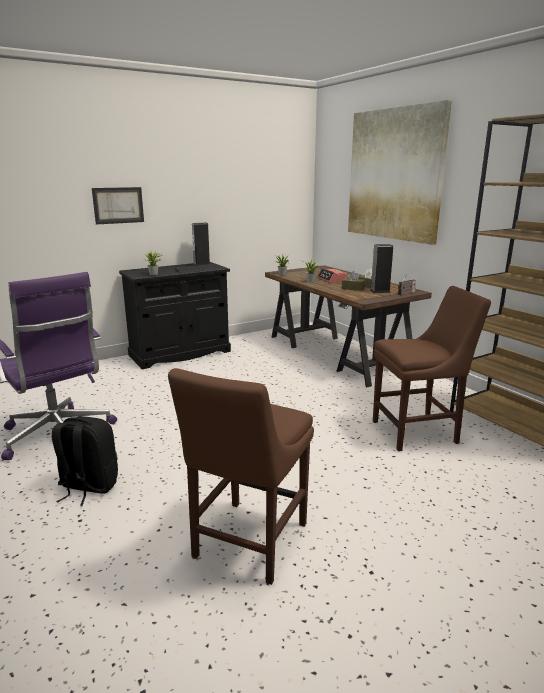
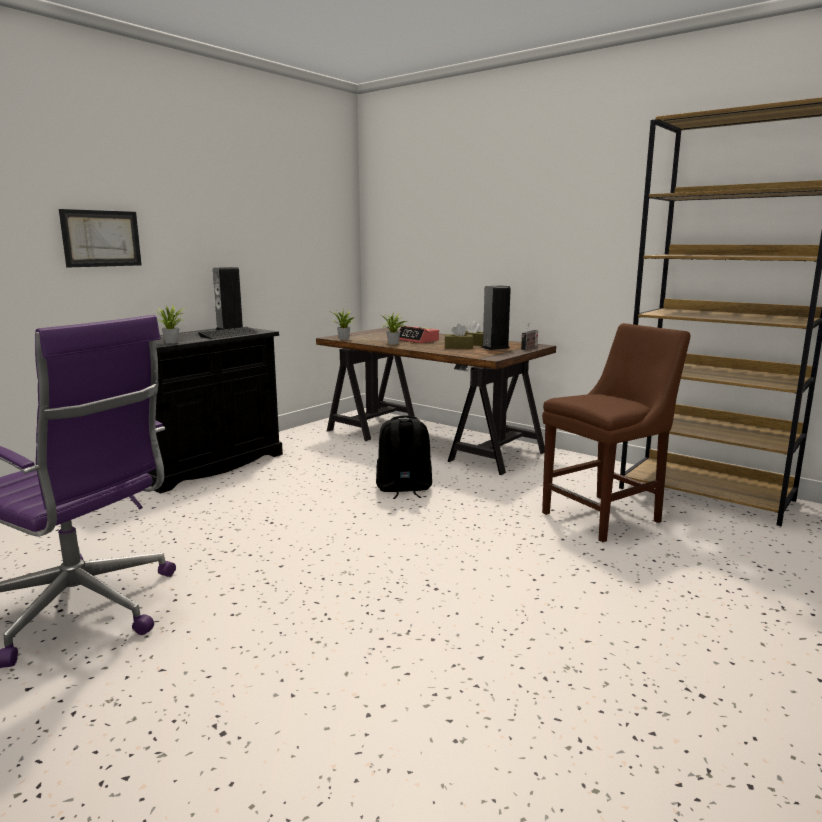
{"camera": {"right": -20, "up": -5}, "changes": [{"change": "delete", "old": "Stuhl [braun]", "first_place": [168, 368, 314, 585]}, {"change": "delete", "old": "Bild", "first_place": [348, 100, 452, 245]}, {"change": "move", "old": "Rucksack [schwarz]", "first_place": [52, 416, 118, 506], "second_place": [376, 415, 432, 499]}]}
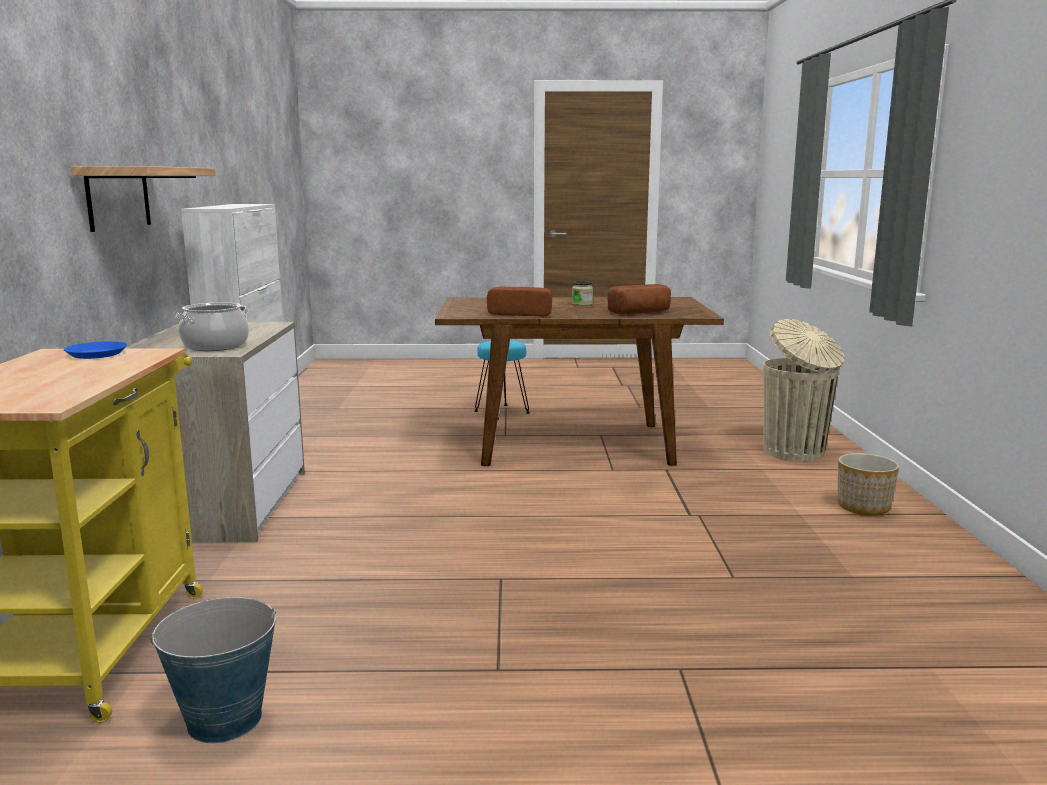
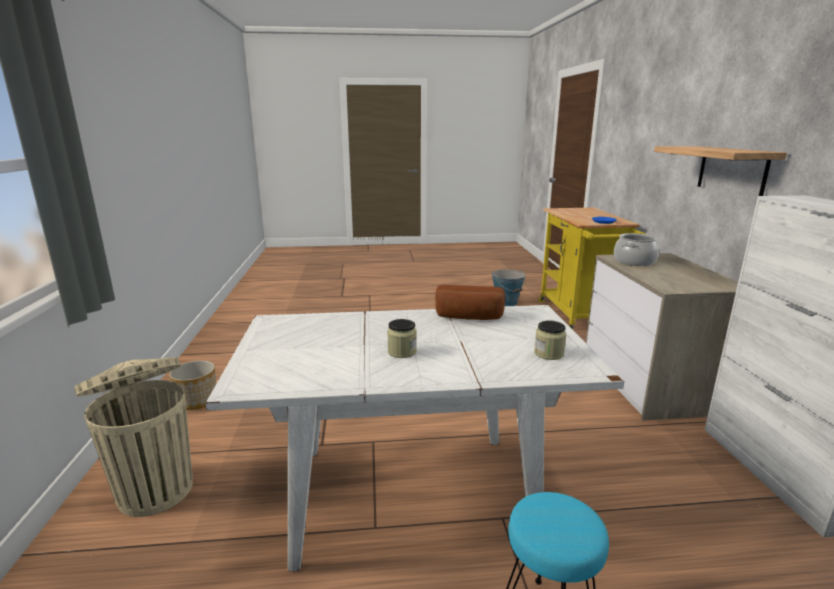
{"camera": {"right": 175, "up": 5}, "changes": [{"change": "delete", "old": "Brot", "first_place": [608, 284, 671, 314]}, {"change": "insert", "new": "Vorratsglas", "second_place": [534, 321, 566, 360]}, {"change": "recolor", "old": "Esstisch [braun]", "new": "Esstisch [weiß]", "first_place": [435, 297, 724, 466], "second_place": [205, 305, 624, 572]}]}
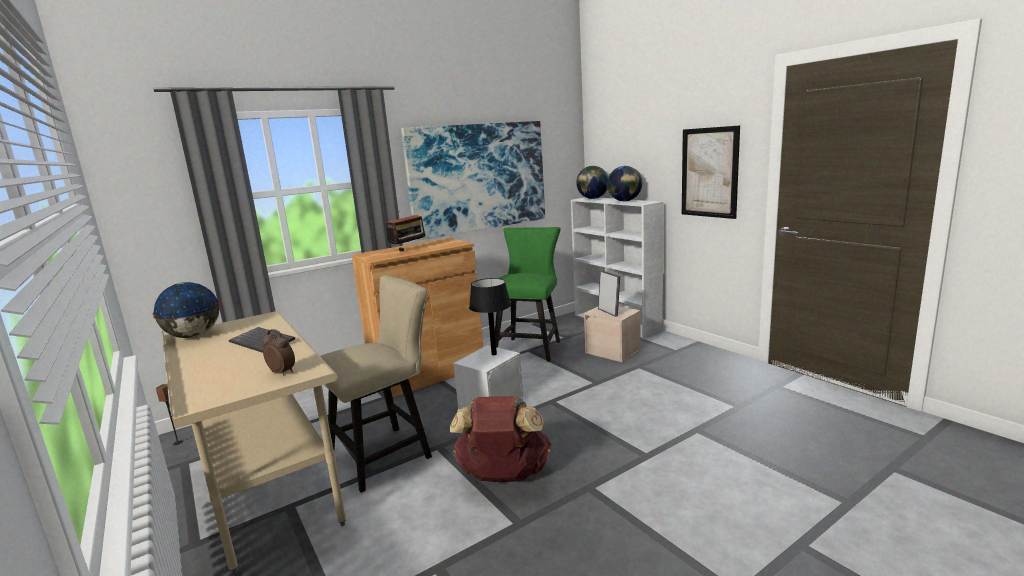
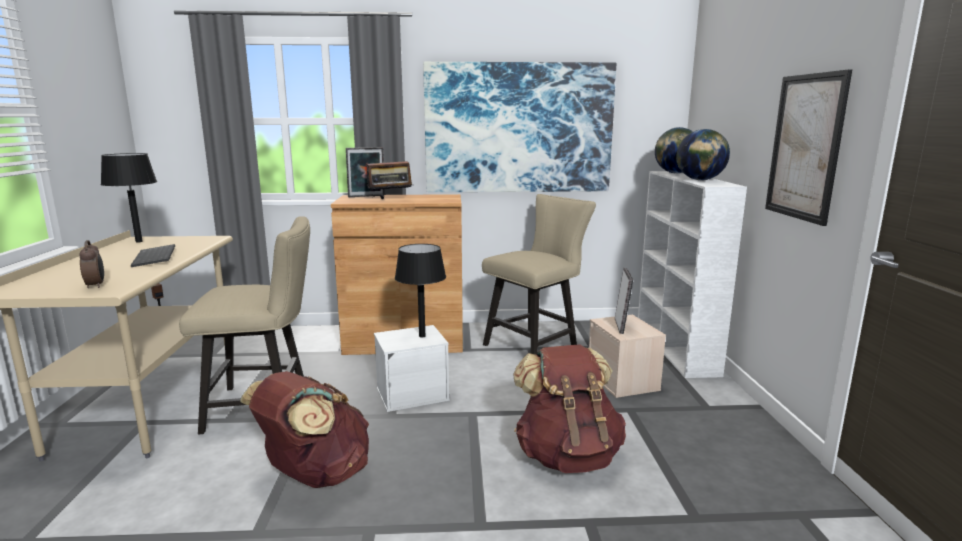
{"camera": {"right": 30, "up": 0}, "changes": [{"change": "insert", "new": "Bilderrahmen", "second_place": [346, 147, 385, 197]}, {"change": "insert", "new": "Rucksack [braun]", "second_place": [513, 344, 626, 473]}, {"change": "replace", "old": "Globus", "new": "Tischlampe [schwarz]", "first_place": [153, 282, 220, 338], "second_place": [101, 153, 157, 243]}, {"change": "recolor", "old": "Stuhl [grün]", "new": "Stuhl [beige]", "first_place": [495, 227, 561, 362], "second_place": [482, 194, 596, 355]}]}
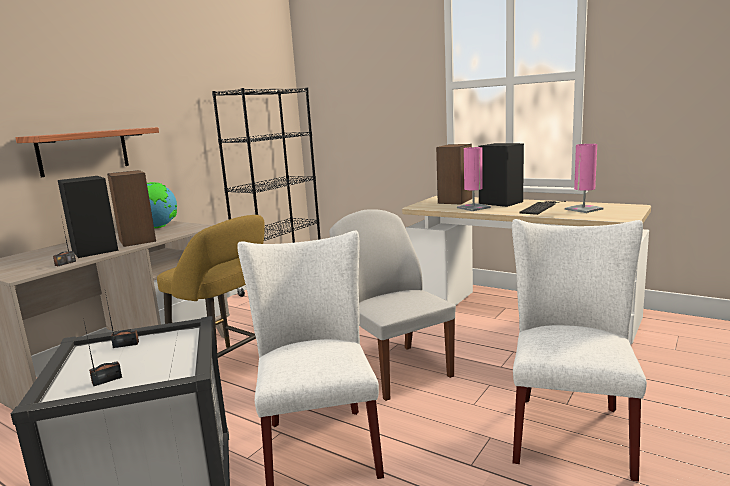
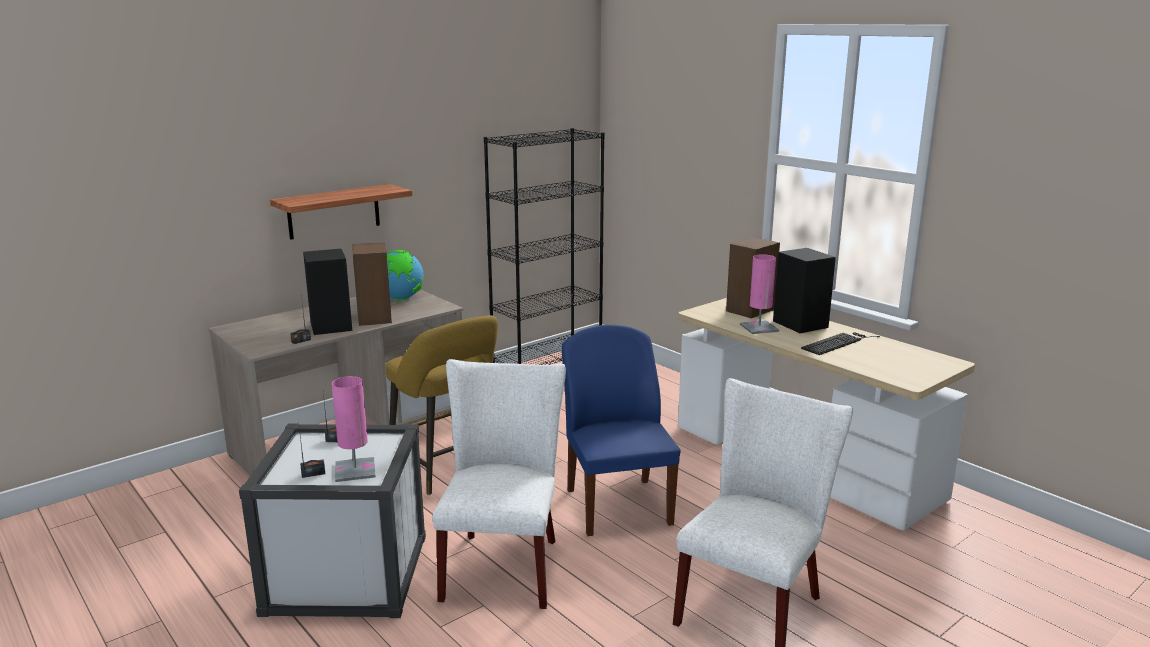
{"camera": {"right": 15, "up": 5}, "changes": [{"change": "move", "old": "Tischlampe [rosa]", "first_place": [565, 144, 603, 213], "second_place": [332, 376, 376, 482]}, {"change": "recolor", "old": "Stuhl [weiß]", "new": "Stuhl [blau]", "first_place": [329, 209, 456, 401], "second_place": [562, 324, 680, 536]}]}
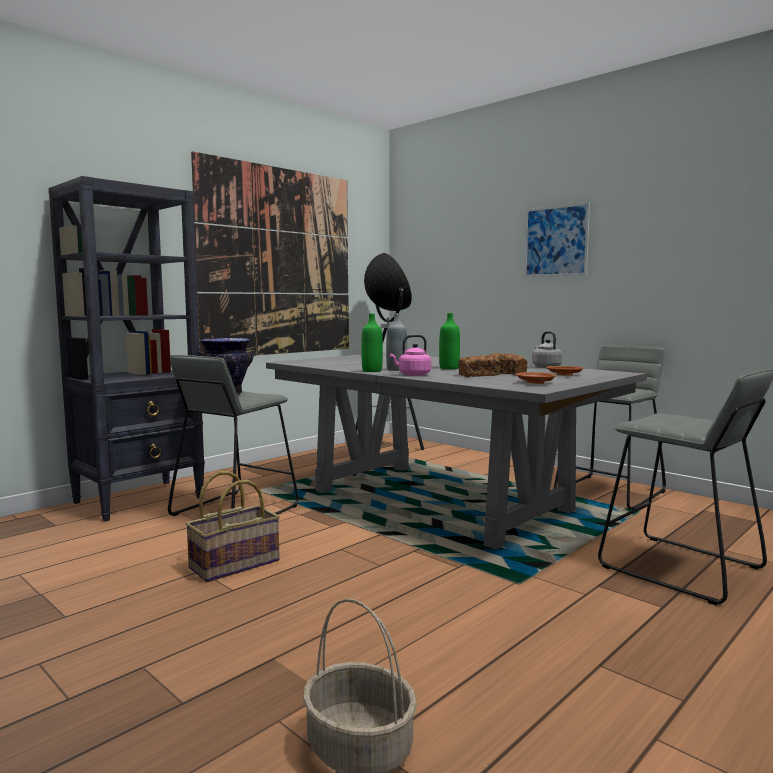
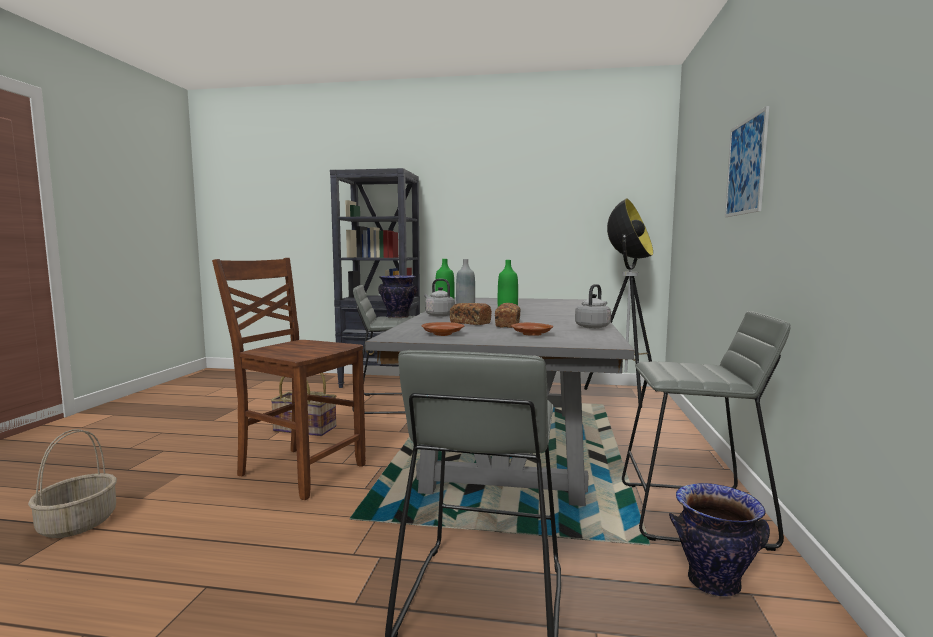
{"camera": {"right": 55, "up": 0}, "changes": [{"change": "delete", "old": "Bild", "first_place": [191, 151, 349, 356]}, {"change": "insert", "new": "Stuhl [braun]", "second_place": [212, 258, 366, 500]}, {"change": "insert", "new": "Vase", "second_place": [669, 483, 770, 597]}, {"change": "recolor", "old": "Wasserkessel [rosa]", "new": "Wasserkessel [grau]", "first_place": [389, 335, 431, 376], "second_place": [424, 279, 455, 317]}]}
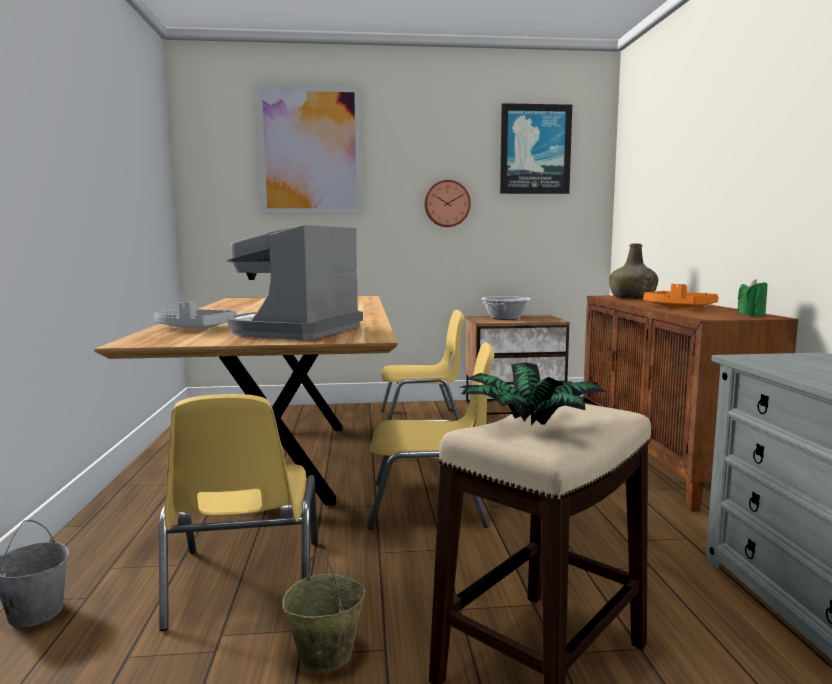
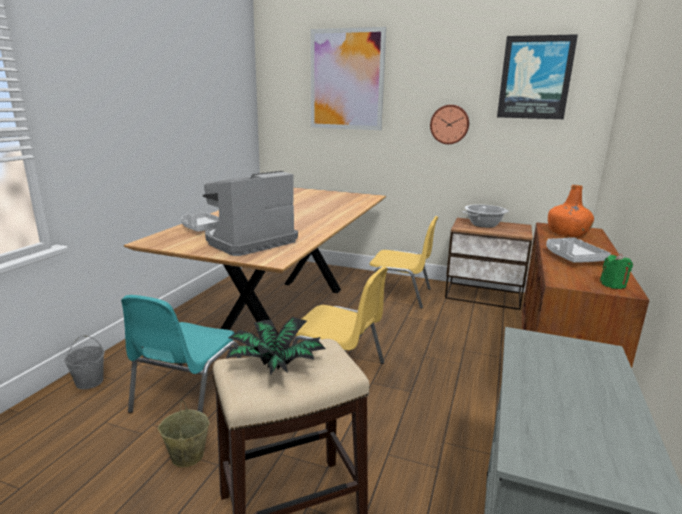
{"camera": {"right": 25, "up": 10}, "changes": [{"change": "recolor", "old": "Stuhl [gelb]", "new": "Stuhl [türkis]", "first_place": [159, 394, 318, 631], "second_place": [121, 295, 242, 413]}, {"change": "recolor", "old": "Flasche [grün]", "new": "Flasche [orange]", "first_place": [609, 243, 658, 299], "second_place": [548, 185, 594, 237]}, {"change": "recolor", "old": "Tablett [orange]", "new": "Tablett [grau]", "first_place": [643, 284, 719, 308], "second_place": [546, 238, 611, 263]}]}
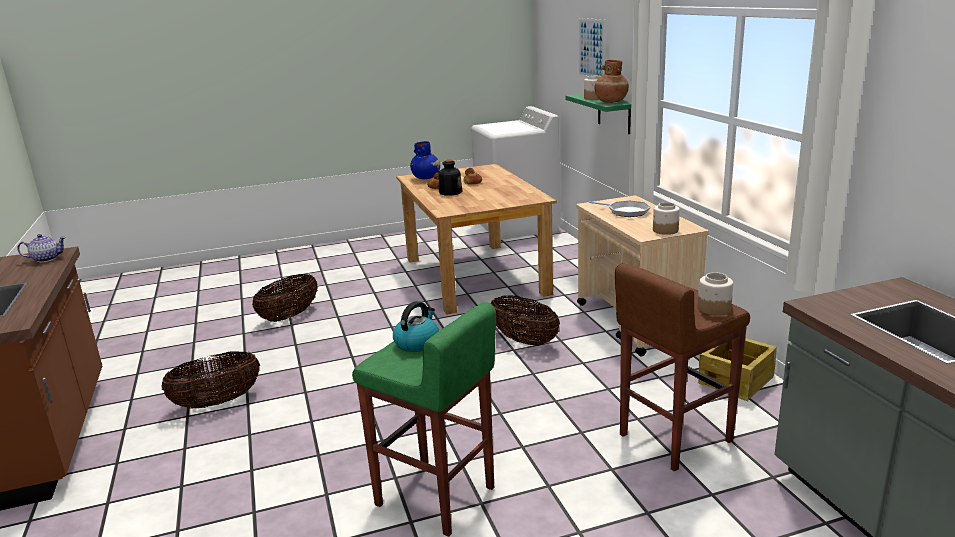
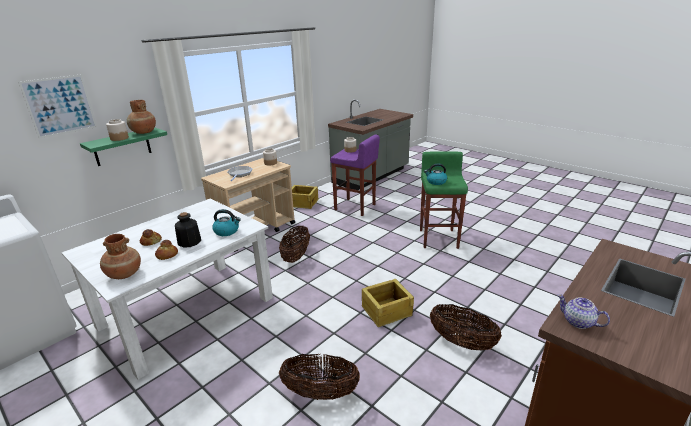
{"camera": {"right": -120, "up": 5}, "changes": [{"change": "insert", "new": "Wasserkessel", "second_place": [212, 209, 241, 236]}, {"change": "insert", "new": "Kiste", "second_place": [362, 278, 414, 327]}, {"change": "recolor", "old": "Esstisch [braun]", "new": "Esstisch [weiß]", "first_place": [396, 164, 557, 315], "second_place": [62, 198, 273, 380]}, {"change": "recolor", "old": "Vase [blau]", "new": "Vase [braun]", "first_place": [410, 141, 440, 179], "second_place": [100, 234, 141, 279]}, {"change": "recolor", "old": "Hocker [braun]", "new": "Hocker [lila]", "first_place": [615, 263, 750, 472], "second_place": [330, 135, 380, 216]}]}
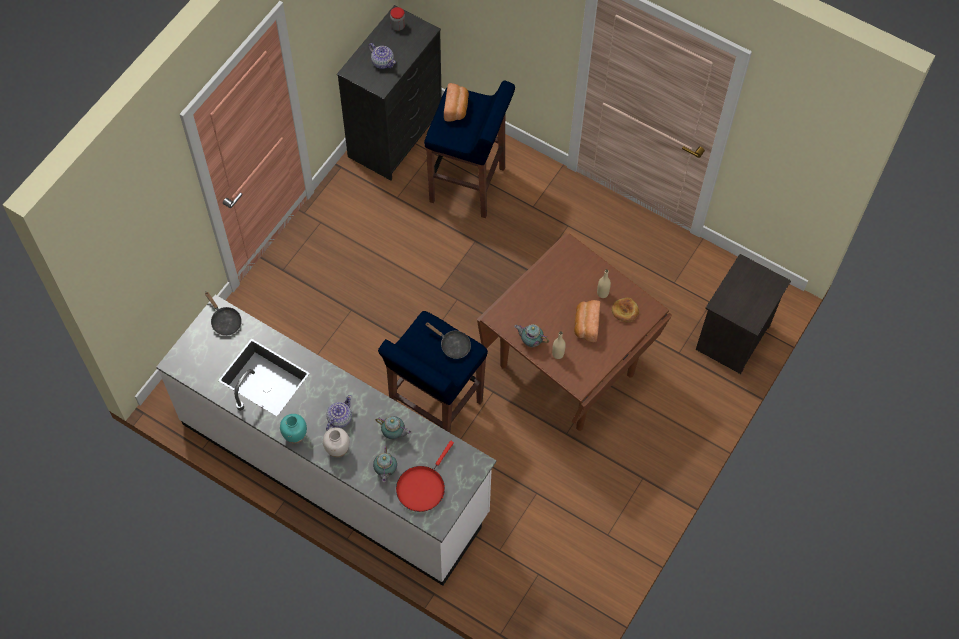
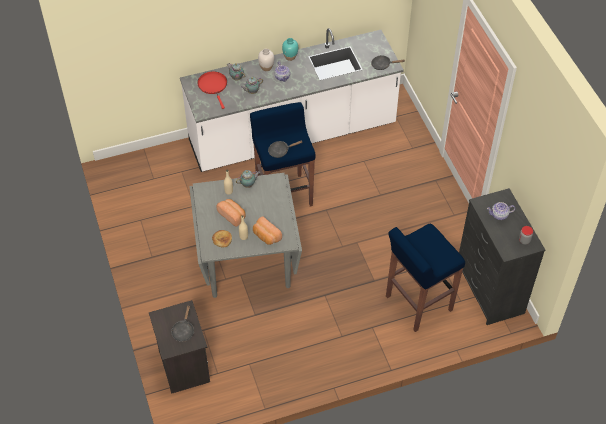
{"camera": {"right": 130, "up": -10}, "changes": [{"change": "insert", "new": "Pfanne [schwarz]", "second_place": [171, 306, 194, 342]}, {"change": "move", "old": "Brot", "first_place": [444, 83, 469, 122], "second_place": [253, 216, 282, 245]}, {"change": "recolor", "old": "Esstisch [braun]", "new": "Esstisch [grau]", "first_place": [477, 233, 672, 431], "second_place": [189, 173, 302, 298]}]}
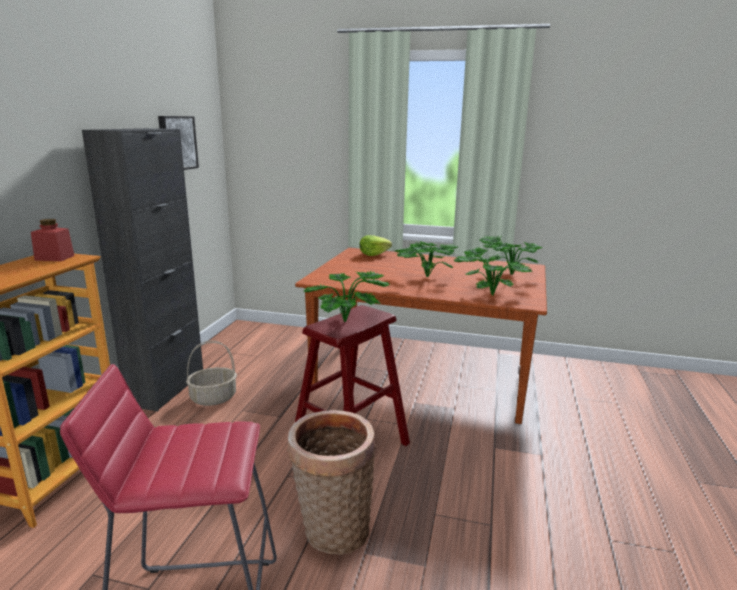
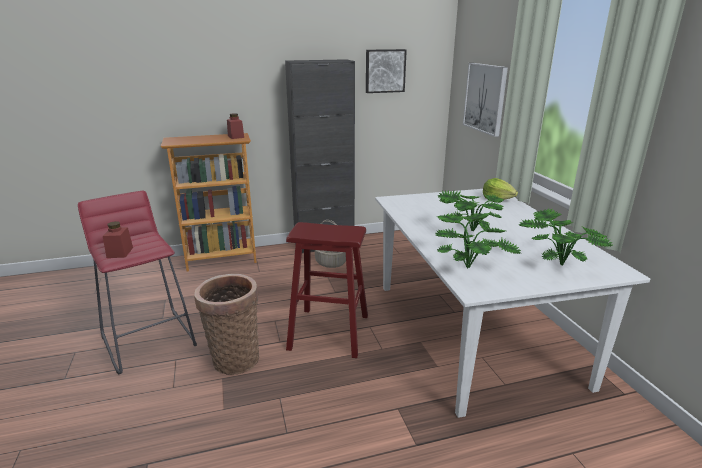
{"camera": {"right": 60, "up": 5}, "changes": [{"change": "delete", "old": "Topfpflanze", "first_place": [304, 271, 390, 322]}, {"change": "insert", "new": "Vorratsglas [rot]", "second_place": [103, 221, 133, 258]}, {"change": "insert", "new": "Bild", "second_place": [463, 63, 508, 137]}, {"change": "recolor", "old": "Esstisch [braun]", "new": "Esstisch [weiß]", "first_place": [295, 248, 547, 424], "second_place": [375, 189, 650, 418]}]}
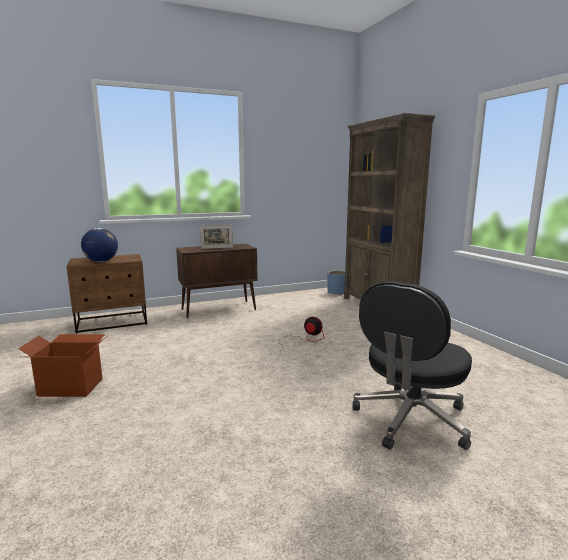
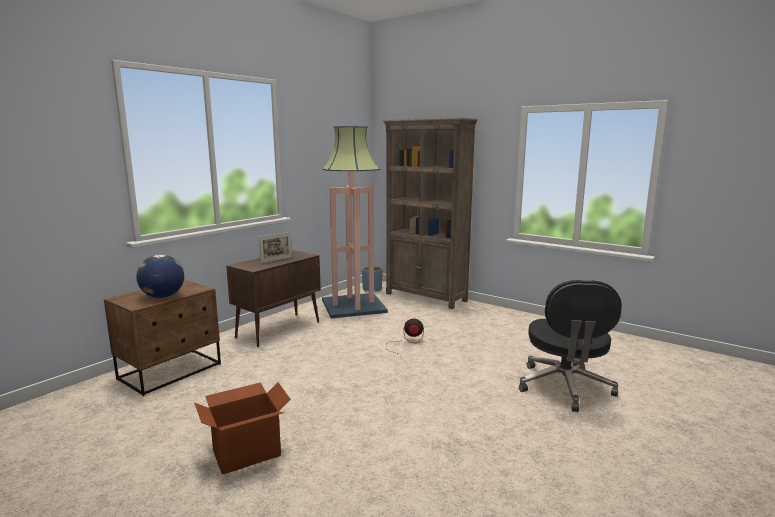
{"camera": {"right": -30, "up": 0}, "changes": [{"change": "insert", "new": "Stehlampe", "second_place": [322, 126, 388, 318]}]}
